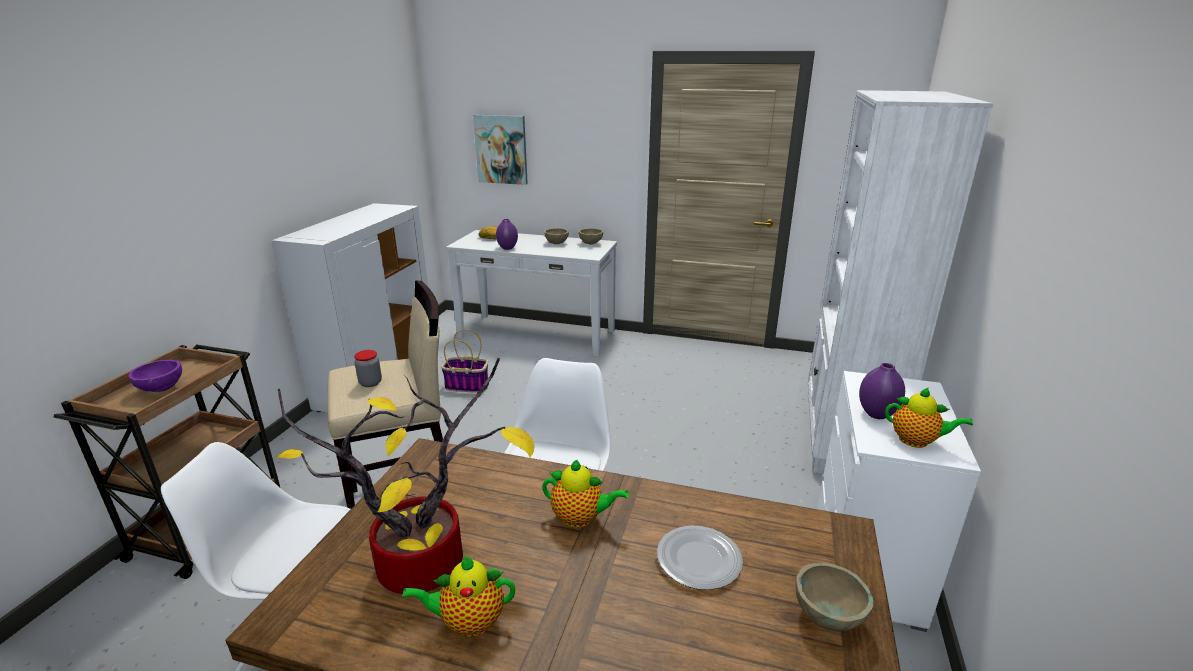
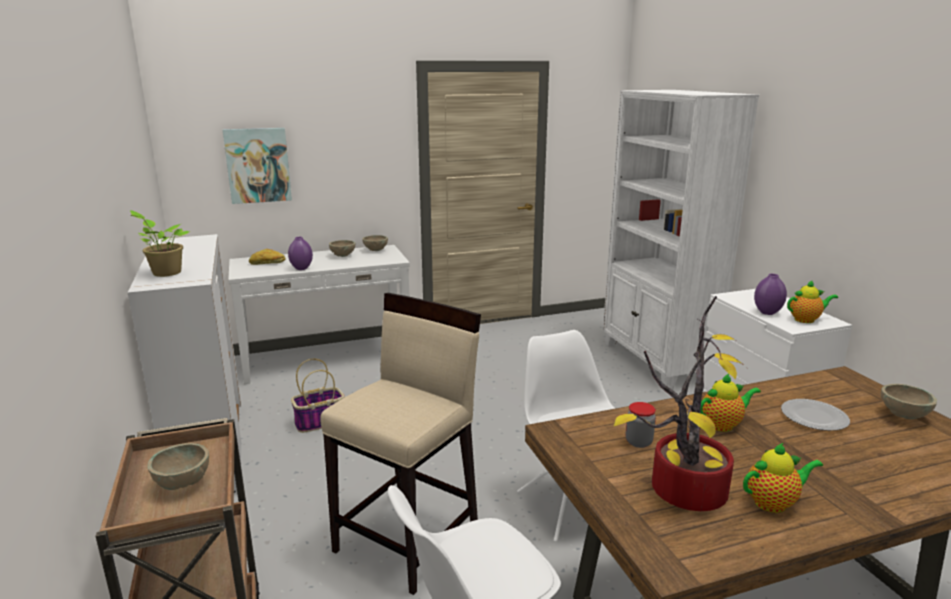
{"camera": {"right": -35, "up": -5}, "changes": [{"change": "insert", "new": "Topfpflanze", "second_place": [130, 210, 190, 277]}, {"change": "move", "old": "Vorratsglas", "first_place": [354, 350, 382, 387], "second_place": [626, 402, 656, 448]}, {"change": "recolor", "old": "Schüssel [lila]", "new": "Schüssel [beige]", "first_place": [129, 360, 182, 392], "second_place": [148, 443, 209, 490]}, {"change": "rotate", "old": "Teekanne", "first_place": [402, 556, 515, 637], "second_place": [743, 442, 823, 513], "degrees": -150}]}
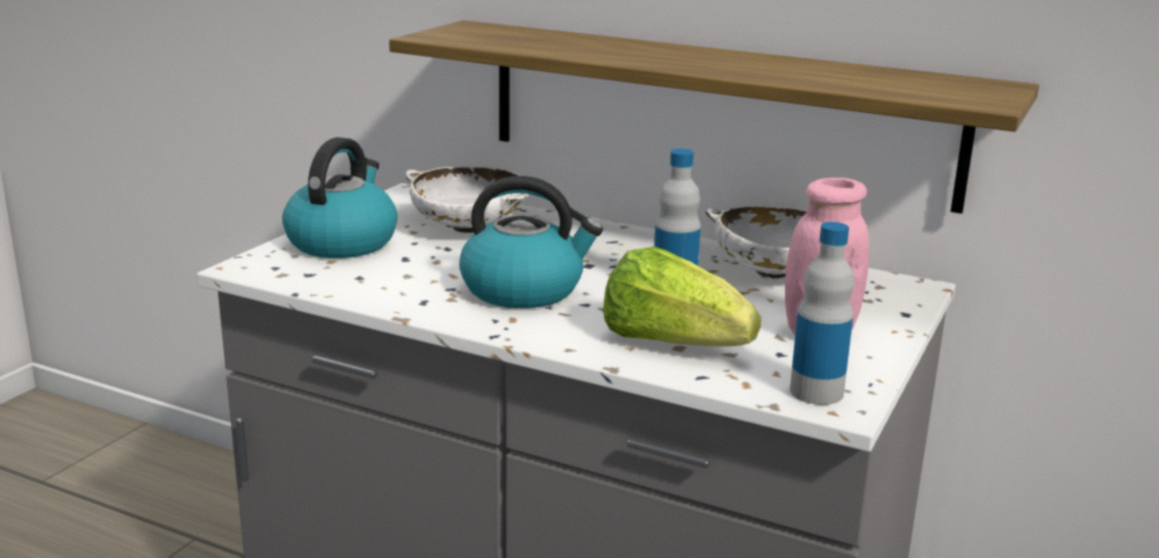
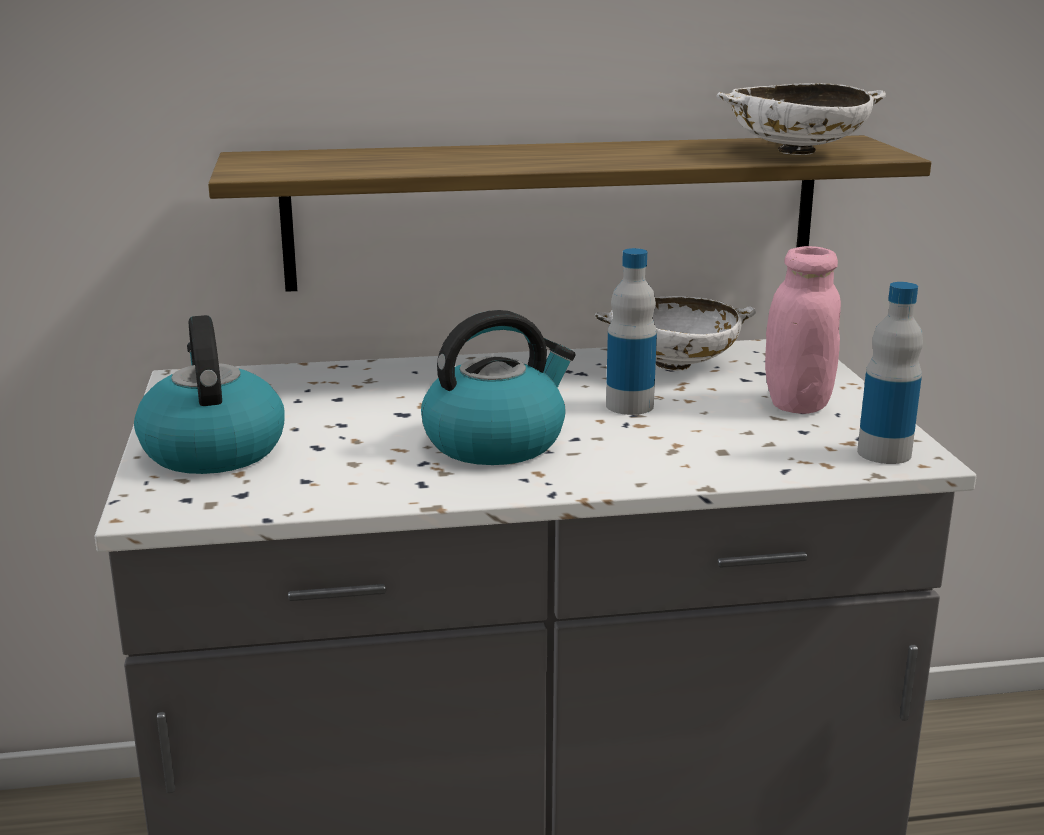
{"camera": {"right": -35, "up": 0}, "changes": [{"change": "delete", "old": "Salatkopf", "first_place": [603, 246, 761, 347]}, {"change": "move", "old": "Schüssel [weiß]", "first_place": [405, 166, 530, 233], "second_place": [717, 83, 886, 155]}]}
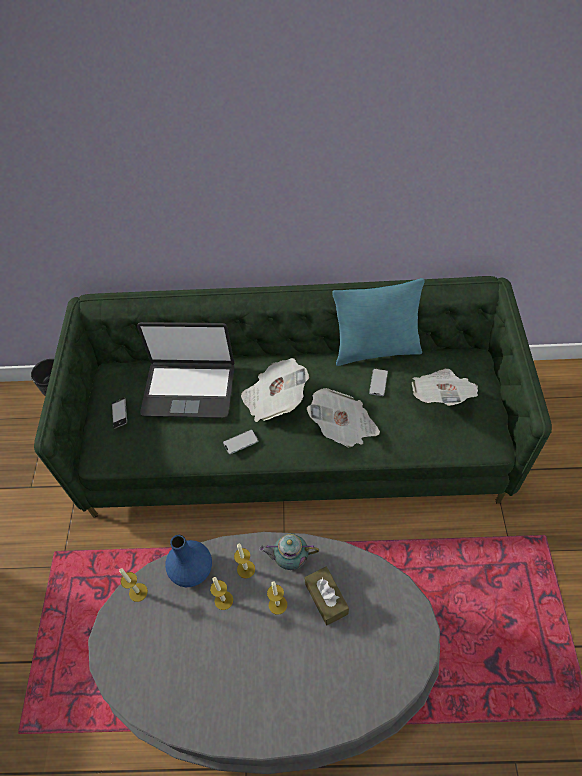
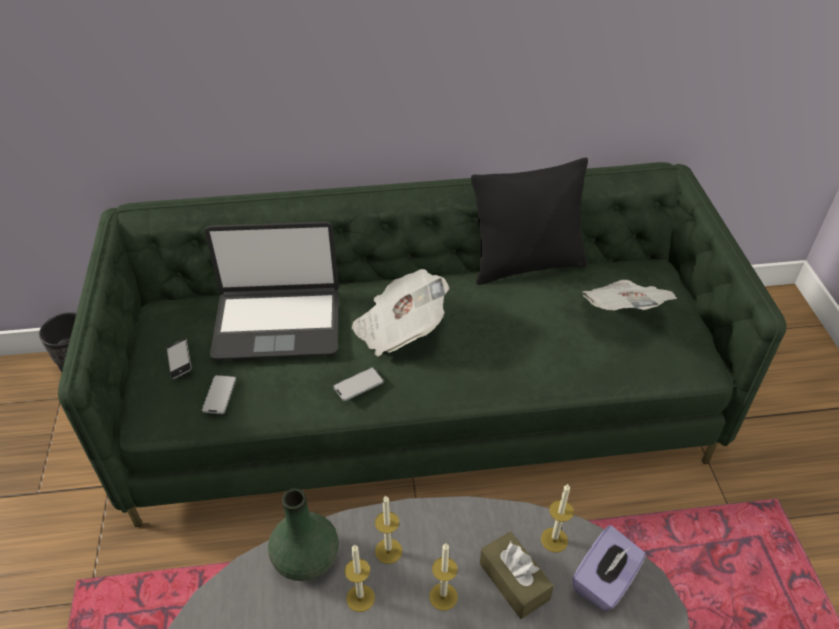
{"camera": {"right": -10, "up": -10}, "changes": [{"change": "delete", "old": "Teekanne", "first_place": [259, 534, 319, 570]}, {"change": "delete", "old": "Zeitung", "first_place": [307, 388, 380, 447]}, {"change": "insert", "new": "Taschentuchbox [lila]", "second_place": [572, 525, 646, 612]}, {"change": "move", "old": "Kerze", "first_place": [119, 569, 148, 602], "second_place": [541, 484, 574, 553]}, {"change": "move", "old": "Handy", "first_place": [369, 368, 388, 396], "second_place": [202, 375, 236, 414]}, {"change": "recolor", "old": "Vase [blau]", "new": "Vase [grün]", "first_place": [165, 535, 212, 587], "second_place": [268, 488, 339, 581]}, {"change": "recolor", "old": "Kissen [türkis]", "new": "Kissen [schwarz]", "first_place": [332, 278, 425, 366], "second_place": [471, 158, 588, 285]}]}
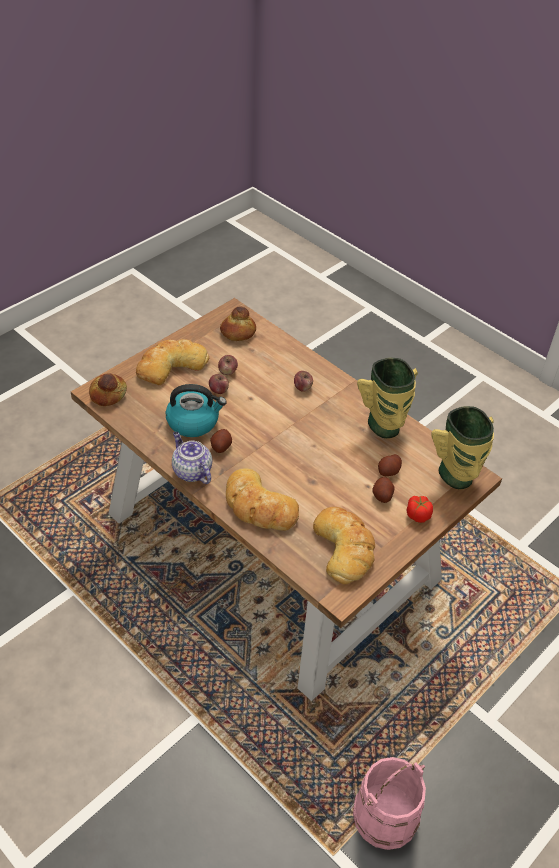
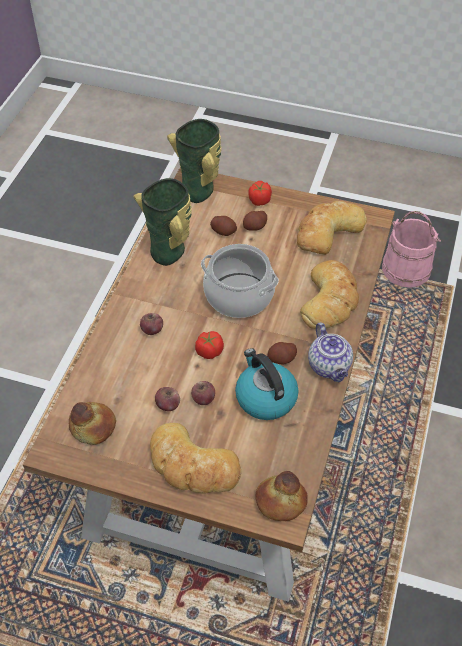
{"camera": {"right": -115, "up": 5}, "changes": [{"change": "insert", "new": "Tomate", "second_place": [195, 331, 224, 359]}, {"change": "insert", "new": "Kochtopf", "second_place": [201, 244, 279, 318]}, {"change": "rotate", "old": "Teekanne", "first_place": [172, 432, 212, 484], "second_place": [308, 323, 353, 382], "degrees": -45}]}
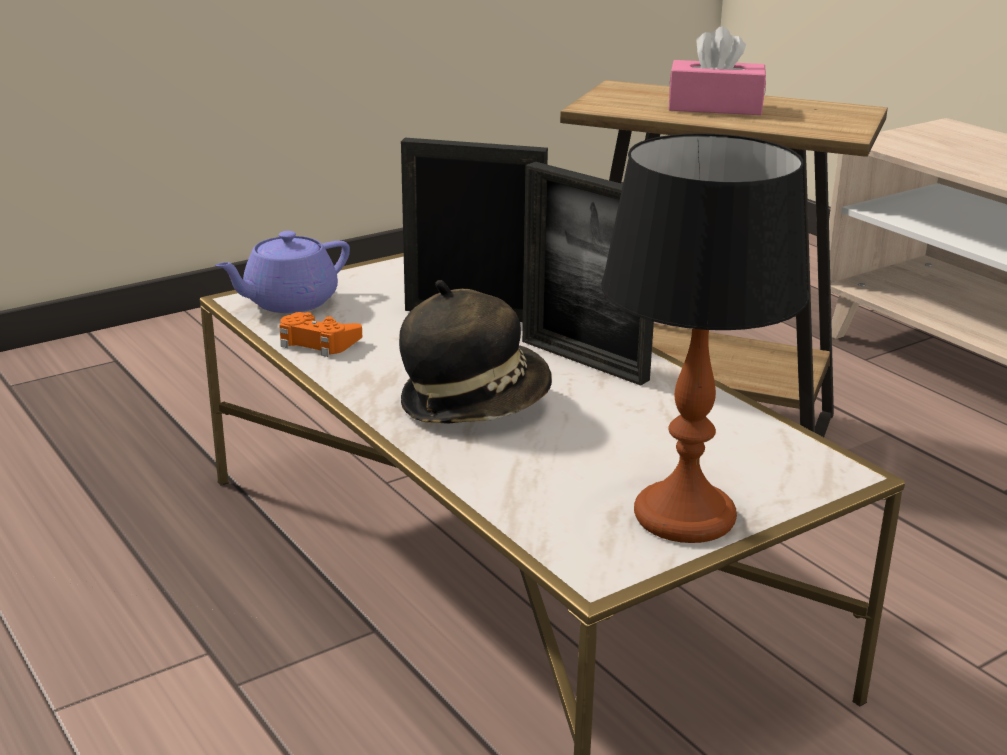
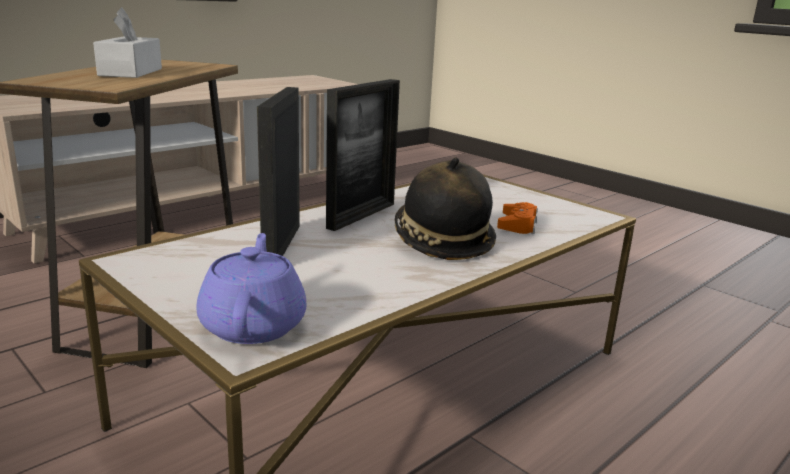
{"camera": {"right": -100, "up": -5}, "changes": [{"change": "delete", "old": "Tischlampe", "first_place": [601, 133, 809, 543]}, {"change": "move", "old": "Gamepad [orange]", "first_place": [279, 312, 362, 357], "second_place": [497, 202, 538, 234]}, {"change": "recolor", "old": "Taschentuchbox [rosa]", "new": "Taschentuchbox [weiß]", "first_place": [669, 26, 766, 115], "second_place": [93, 8, 162, 78]}, {"change": "rotate", "old": "Teekanne [lila]", "first_place": [215, 231, 350, 313], "second_place": [197, 233, 306, 344], "degrees": -135}]}
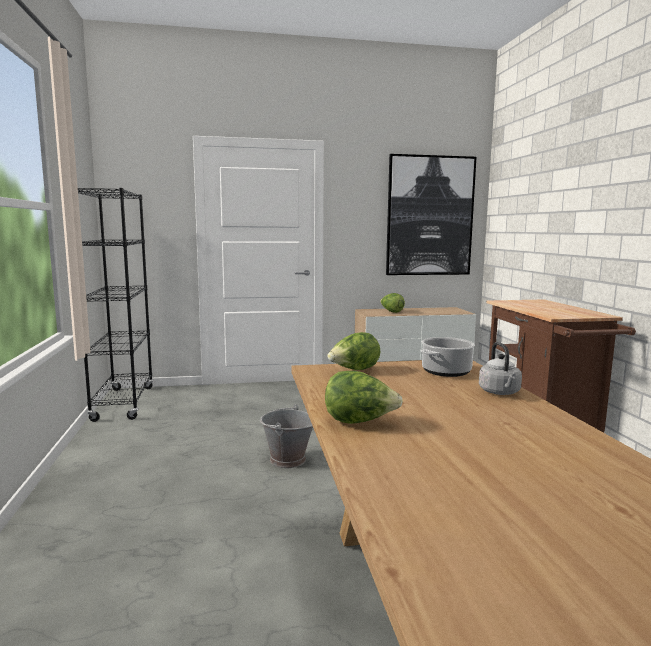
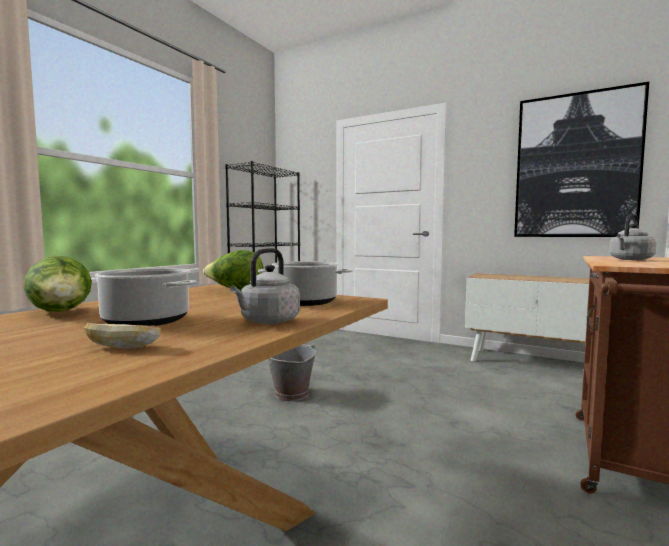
{"camera": {"right": 40, "up": -5}, "changes": [{"change": "delete", "old": "Salatkopf", "first_place": [380, 293, 405, 313]}, {"change": "insert", "new": "Brot", "second_place": [84, 323, 161, 348]}, {"change": "insert", "new": "Kochtopf", "second_place": [94, 268, 197, 326]}, {"change": "insert", "new": "Wasserkessel [grau]", "second_place": [610, 214, 656, 260]}]}
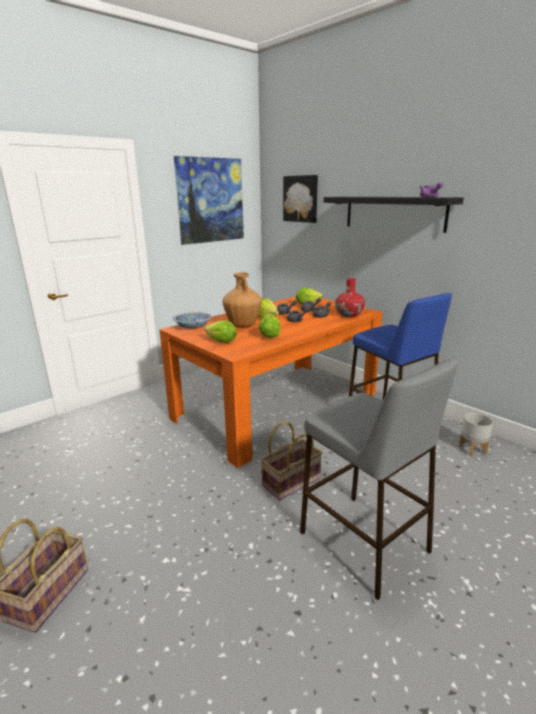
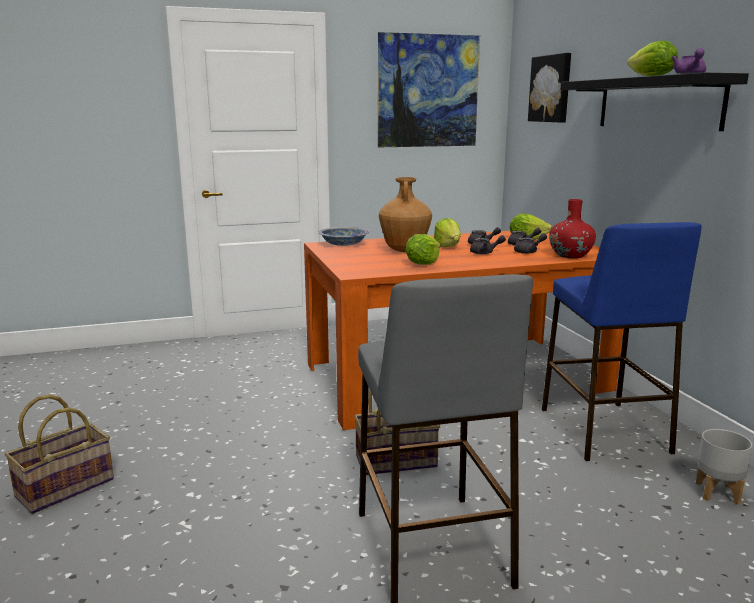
{"camera": {"right": 25, "up": -5}, "changes": [{"change": "move", "old": "Salatkopf", "first_place": [204, 320, 237, 343], "second_place": [627, 40, 678, 76]}]}
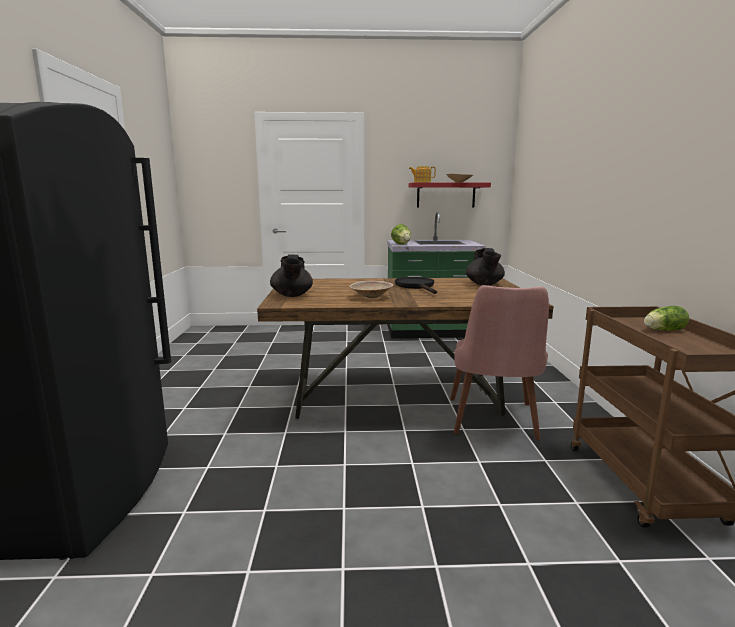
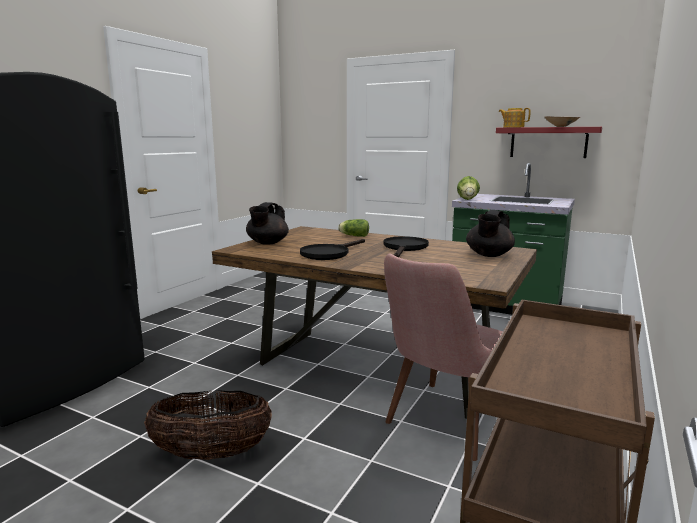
{"camera": {"right": 30, "up": 0}, "changes": [{"change": "insert", "new": "Korb", "second_place": [144, 390, 272, 460]}, {"change": "move", "old": "Salatkopf", "first_place": [644, 306, 689, 331], "second_place": [338, 219, 369, 237]}, {"change": "replace", "old": "Schüssel [beige]", "new": "Pfanne [schwarz]", "first_place": [349, 281, 393, 298], "second_place": [300, 239, 365, 260]}]}
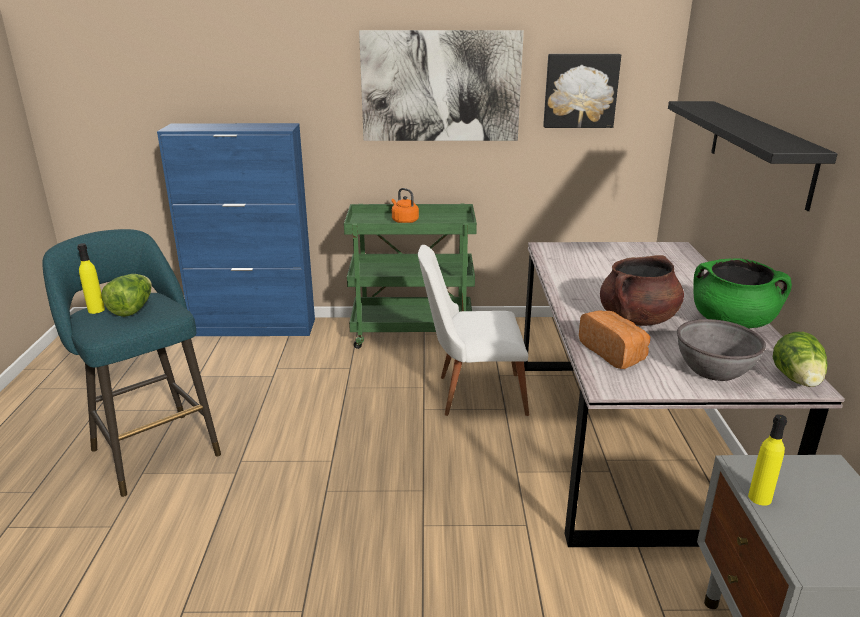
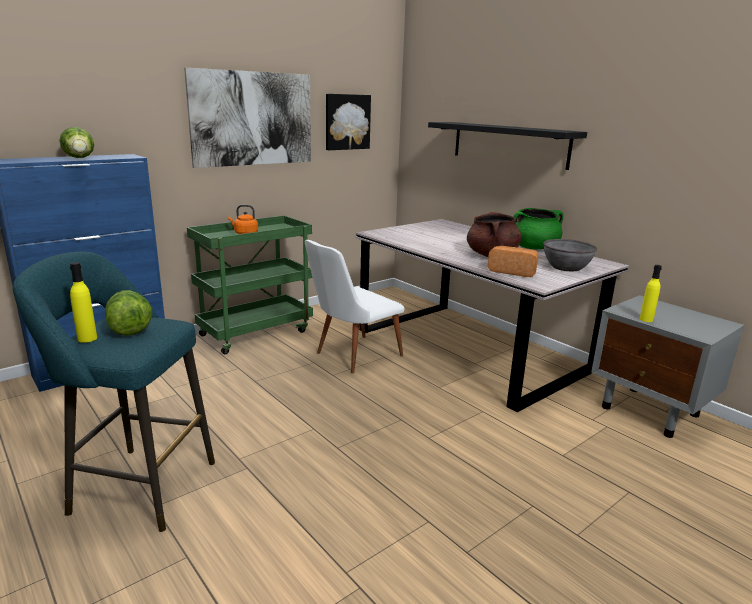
{"camera": {"right": -40, "up": -5}, "changes": [{"change": "move", "old": "Salatkopf", "first_place": [772, 332, 828, 387], "second_place": [59, 127, 94, 158]}]}
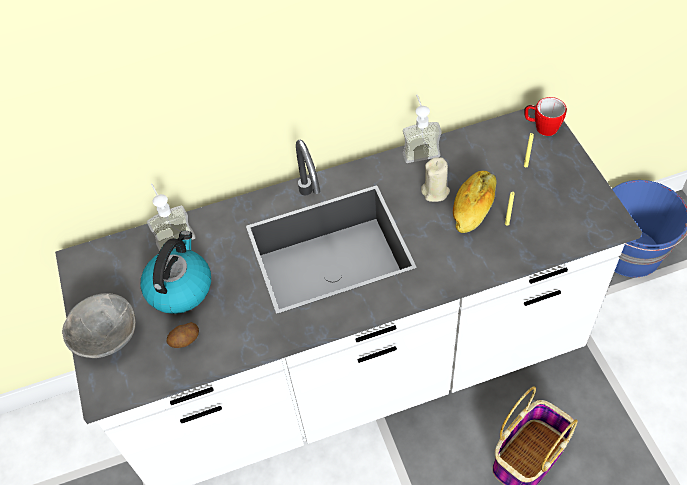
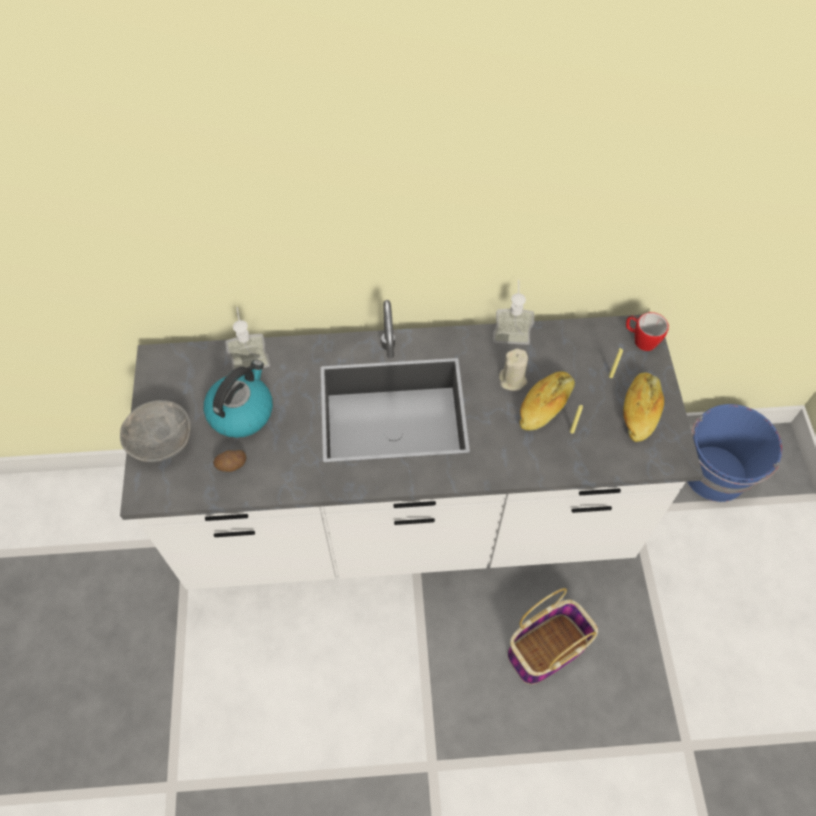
{"camera": {"right": 10, "up": 5}, "changes": [{"change": "insert", "new": "Brot", "second_place": [623, 372, 664, 442]}]}
